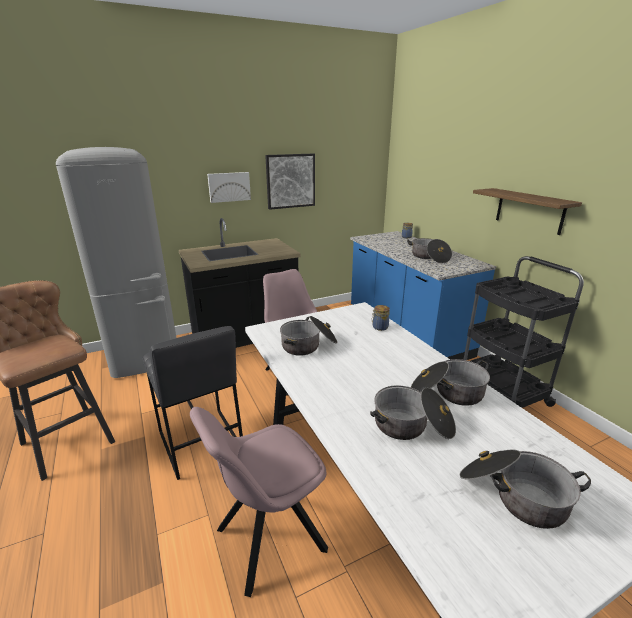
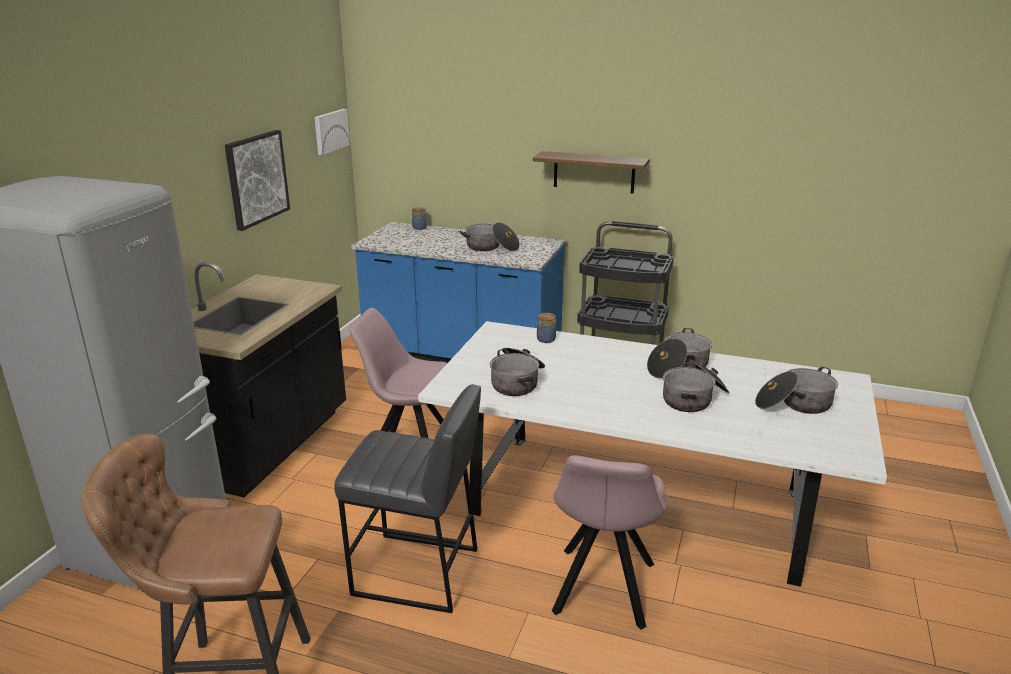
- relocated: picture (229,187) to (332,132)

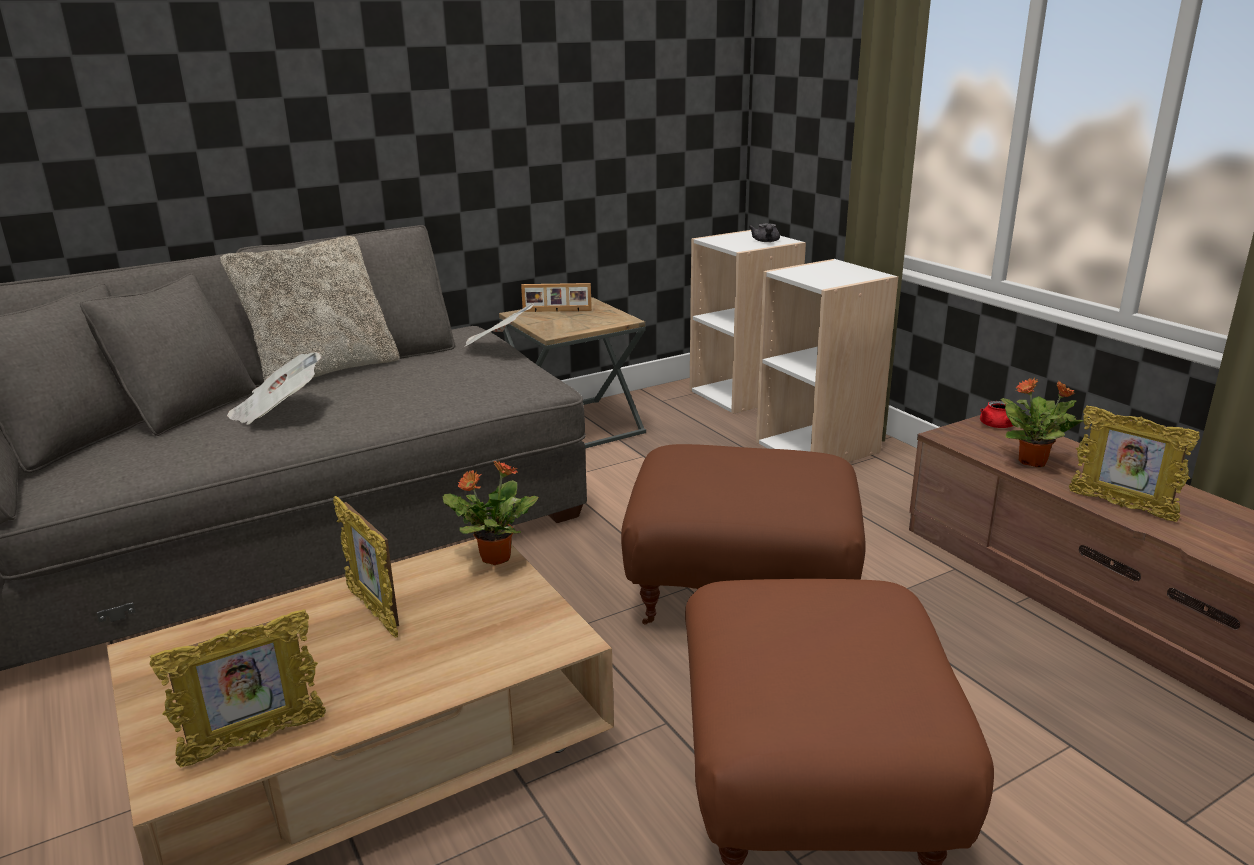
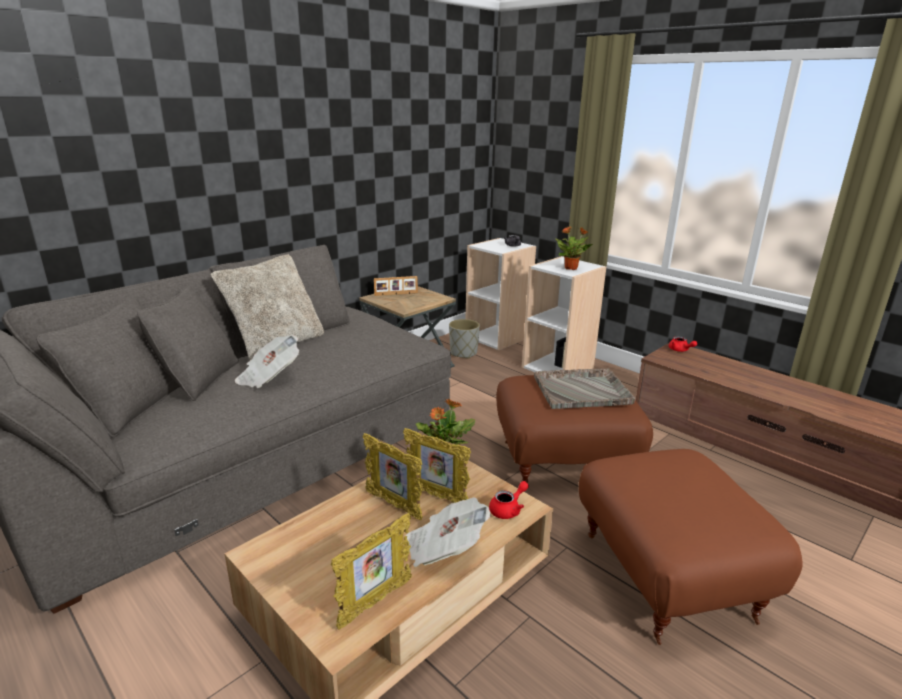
- relocated: newspaper (498,325) to (448,532)
- relocated: potted plant (1042,422) to (574,248)
- relocated: picture frame (1134,463) to (437,465)
- appeared: grey planter (464,338)
- appeared: red teapot (509,500)
- appeared: grey tray (584,388)

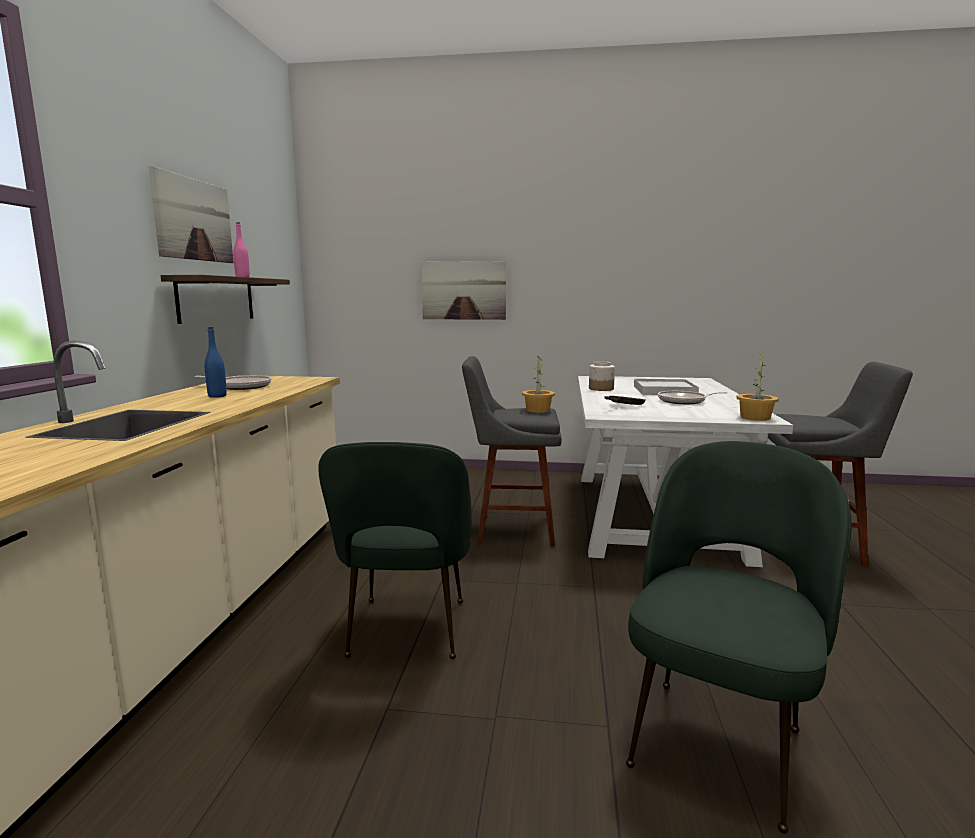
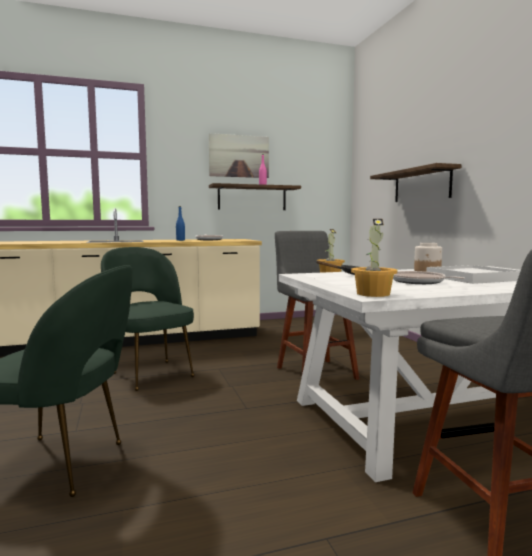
- spun: green chair (395,550) = (147,319) 75 degrees clockwise
- exchanged: picture (463,290) to shelf (416,182)

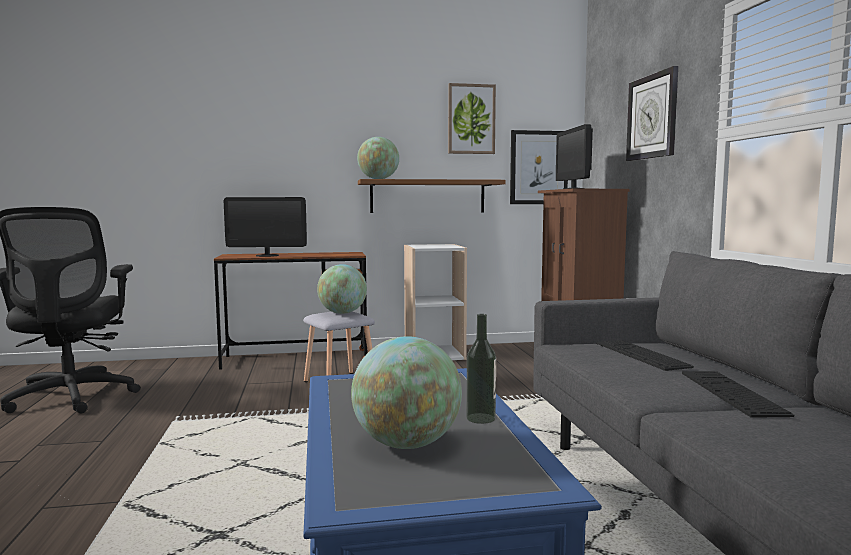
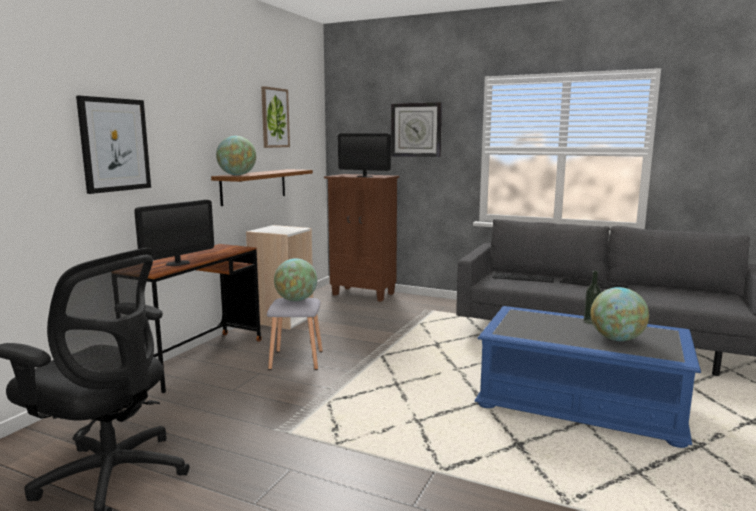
- relocated: picture (539,167) to (113,145)

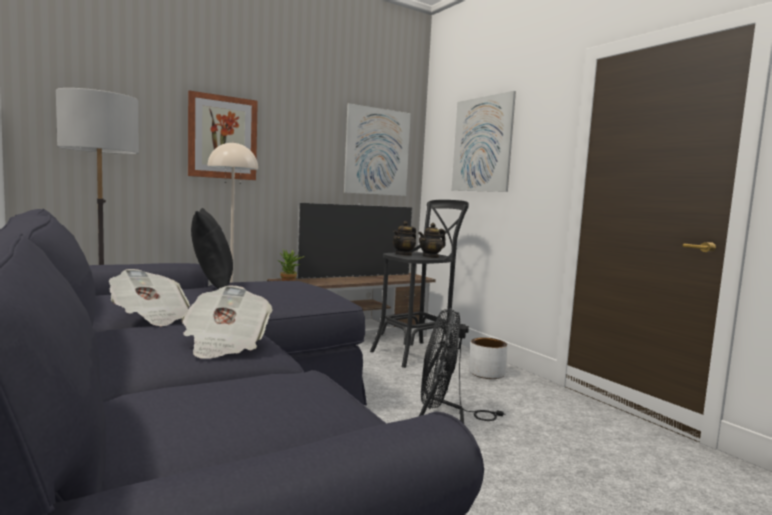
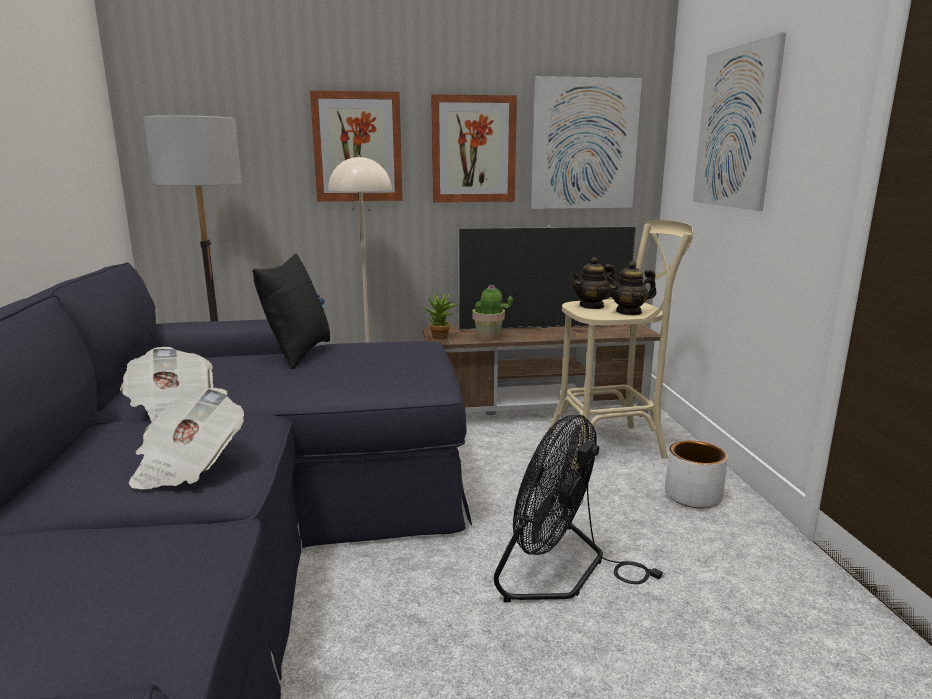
- colour: black stool (419,284) to beige stool (620,344)
- appeared: picture (474,148)
- appeared: potted plant (493,312)

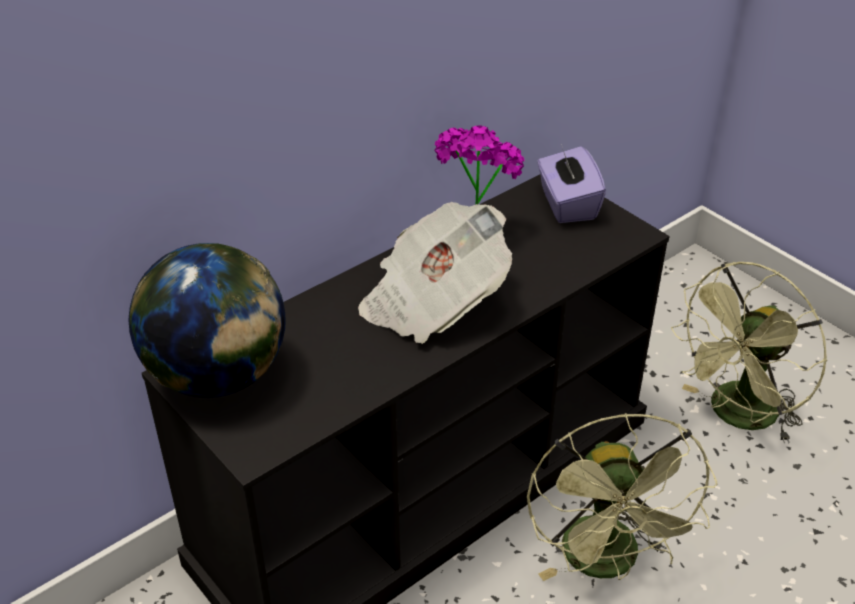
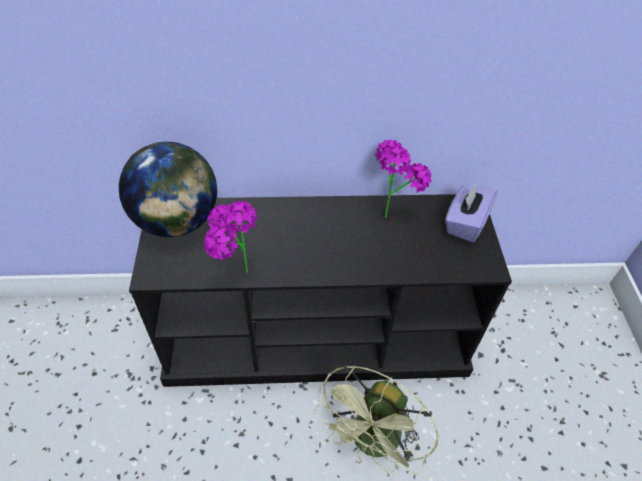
- missing: newspaper (435,273)
- missing: green fan (749,352)
- appeared: potted plant (230,237)

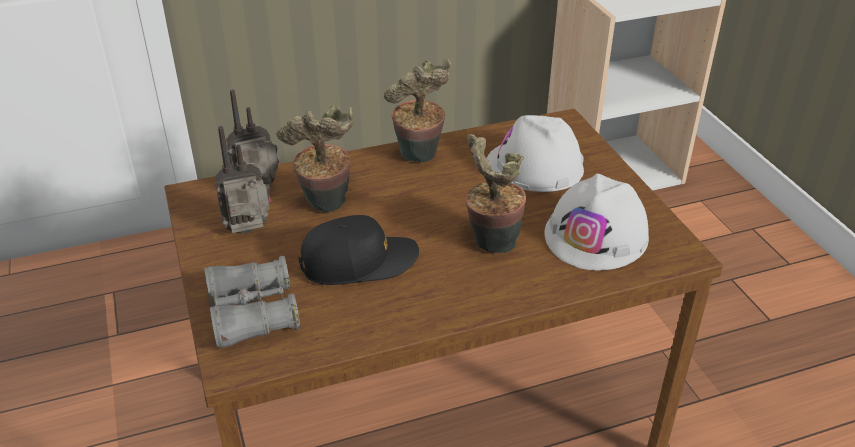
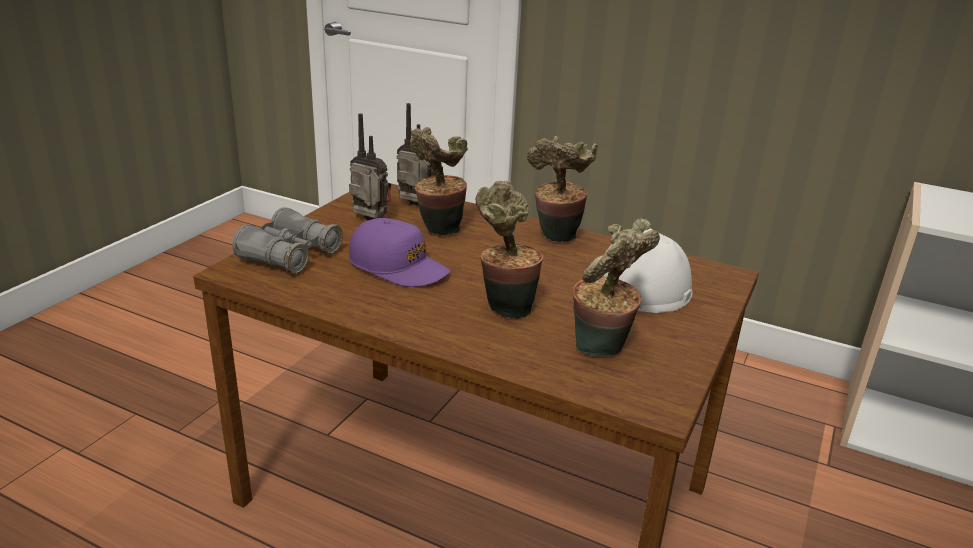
- colour: black cap (358,250) to purple cap (399,252)
- exchanged: white hard hat (597,222) to potted plant (616,287)

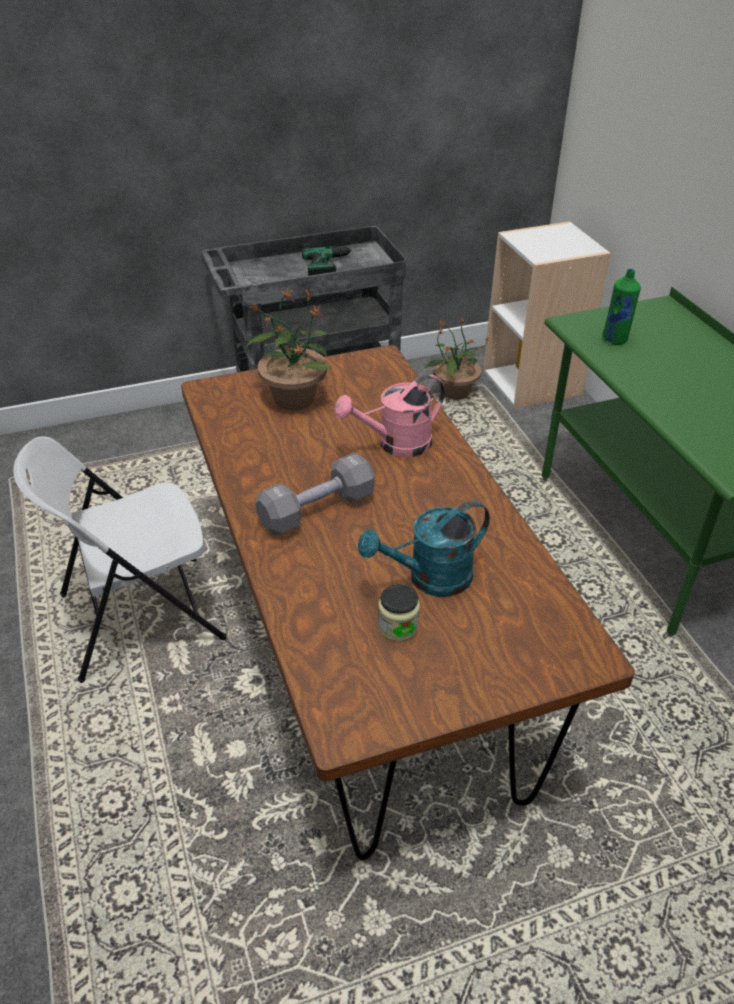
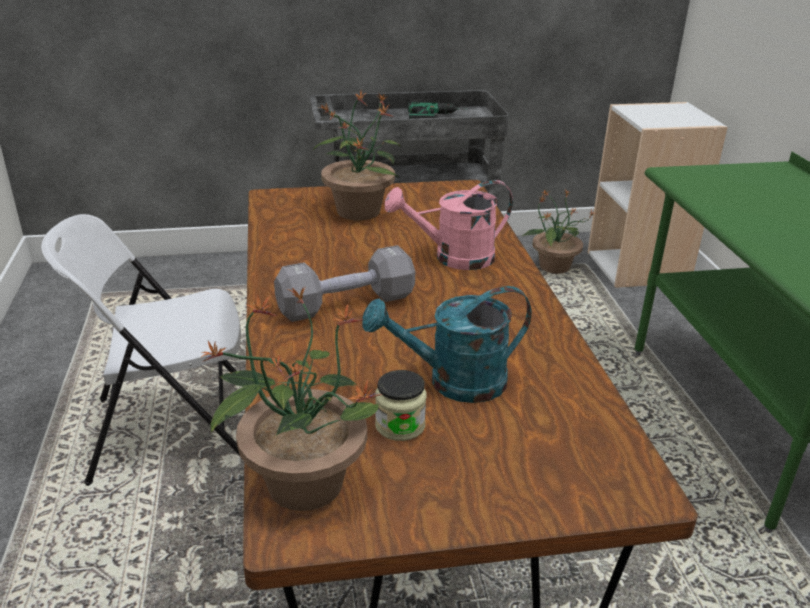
- missing: green bottle (621,307)
- appeared: potted plant (292,399)

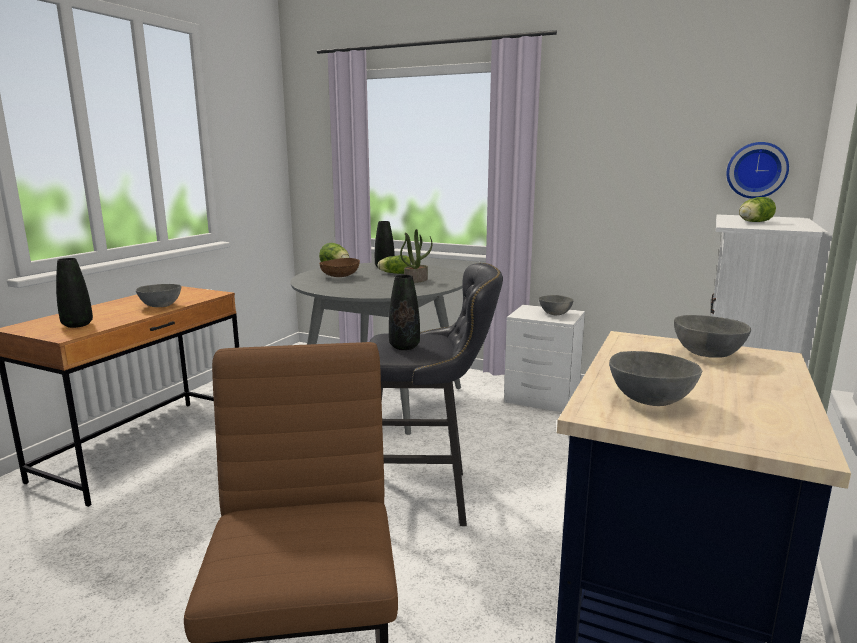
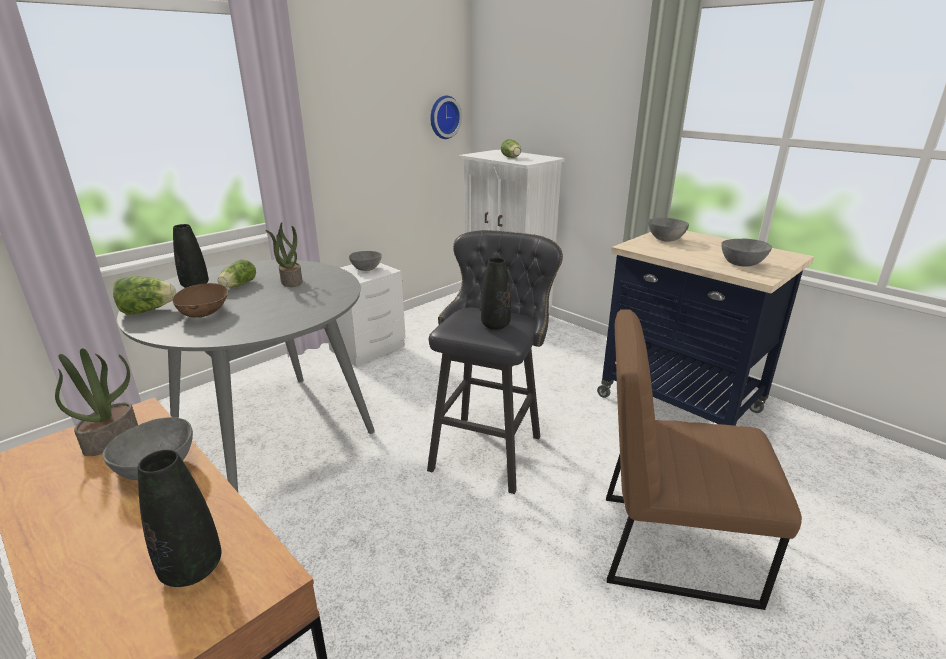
- appeared: potted plant (96,402)

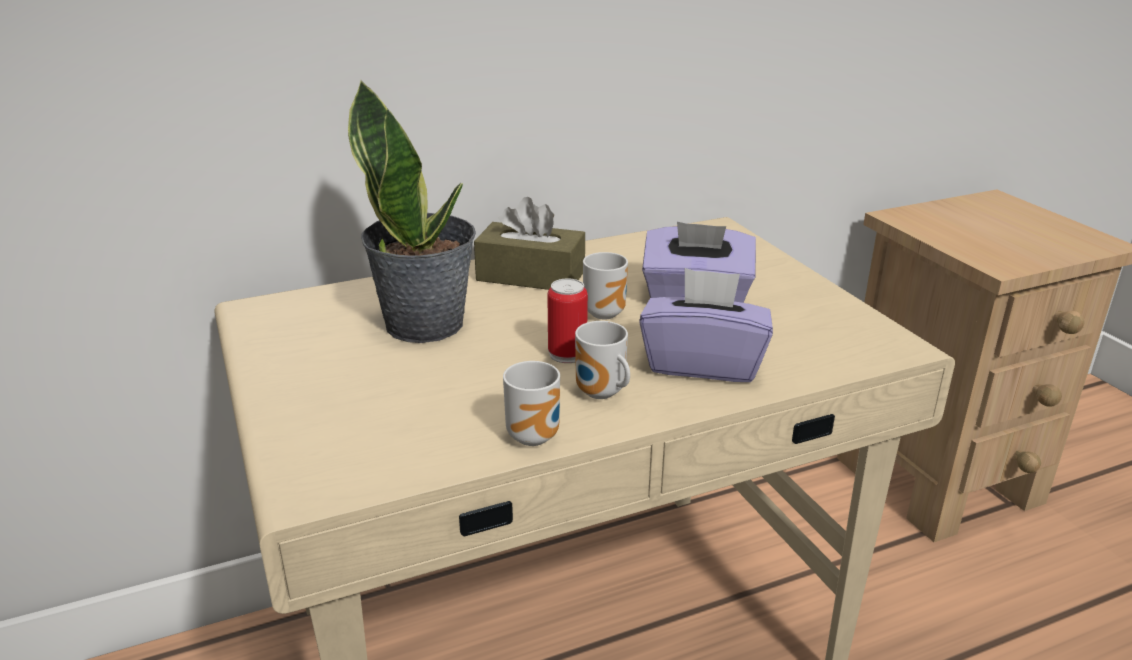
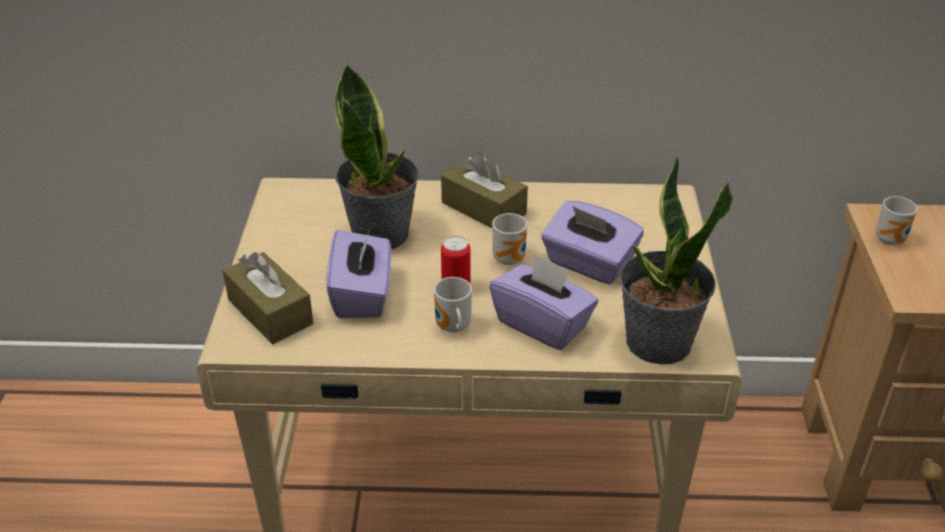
- relocated: mug (531,403) to (897,220)
- appeared: brown tissue box (268,298)
- appeared: purple tissue box (359,273)
- appeared: potted plant (676,260)

